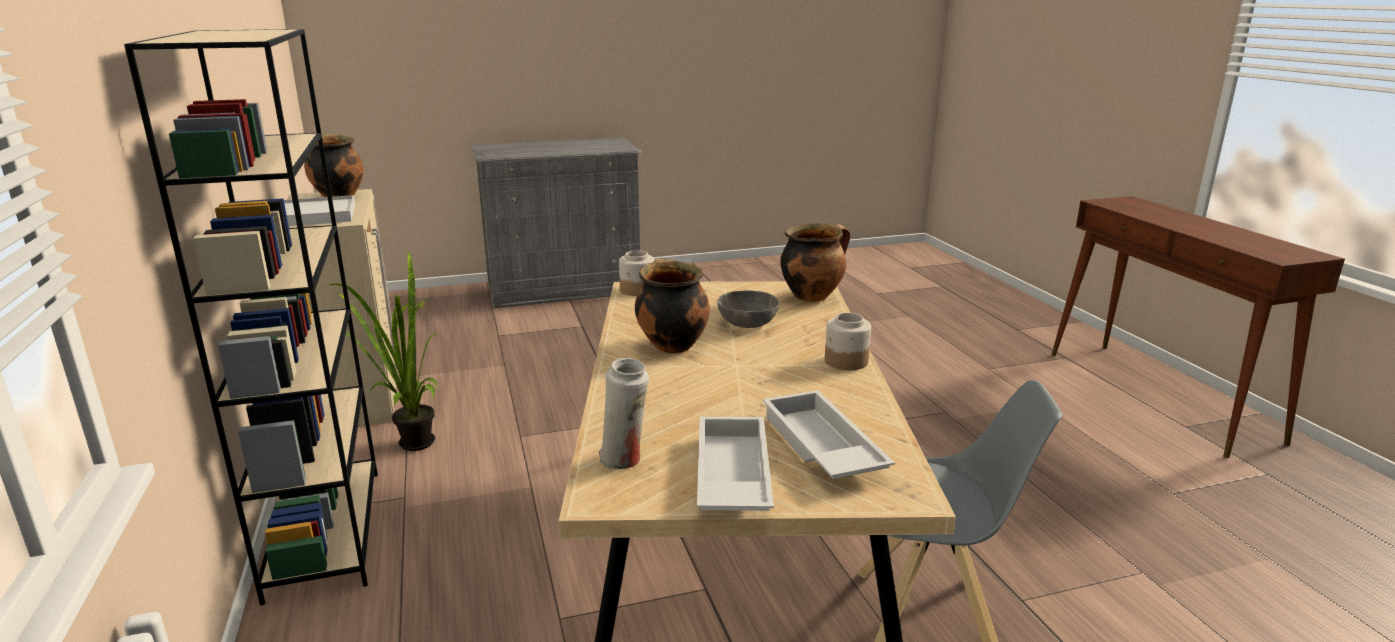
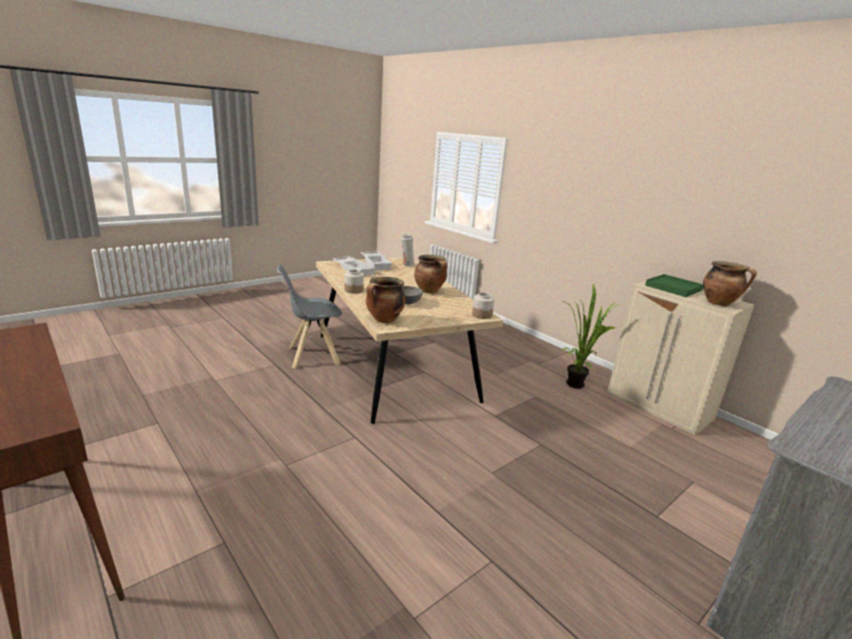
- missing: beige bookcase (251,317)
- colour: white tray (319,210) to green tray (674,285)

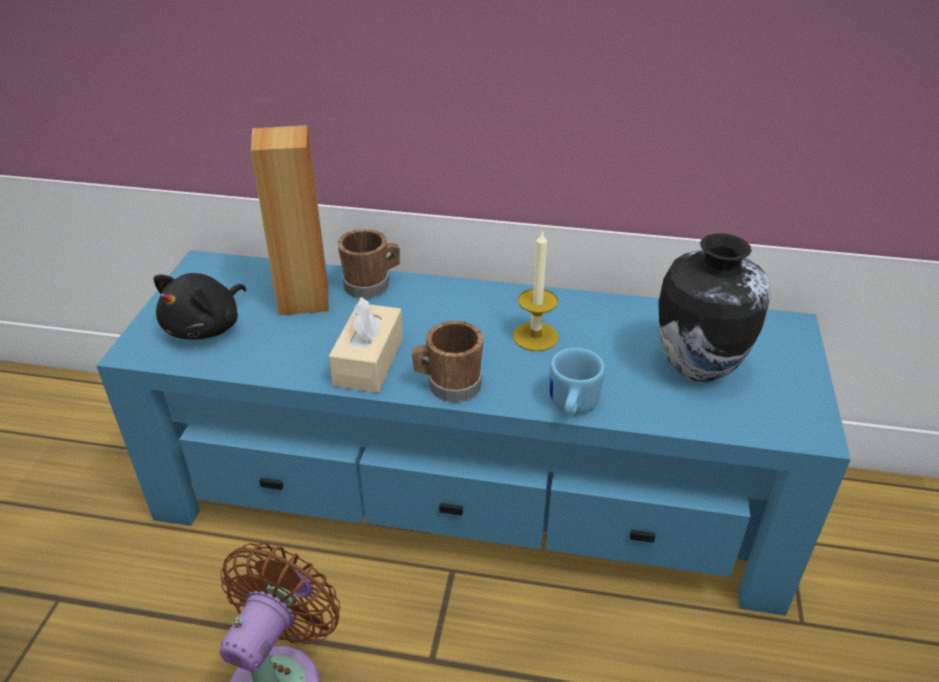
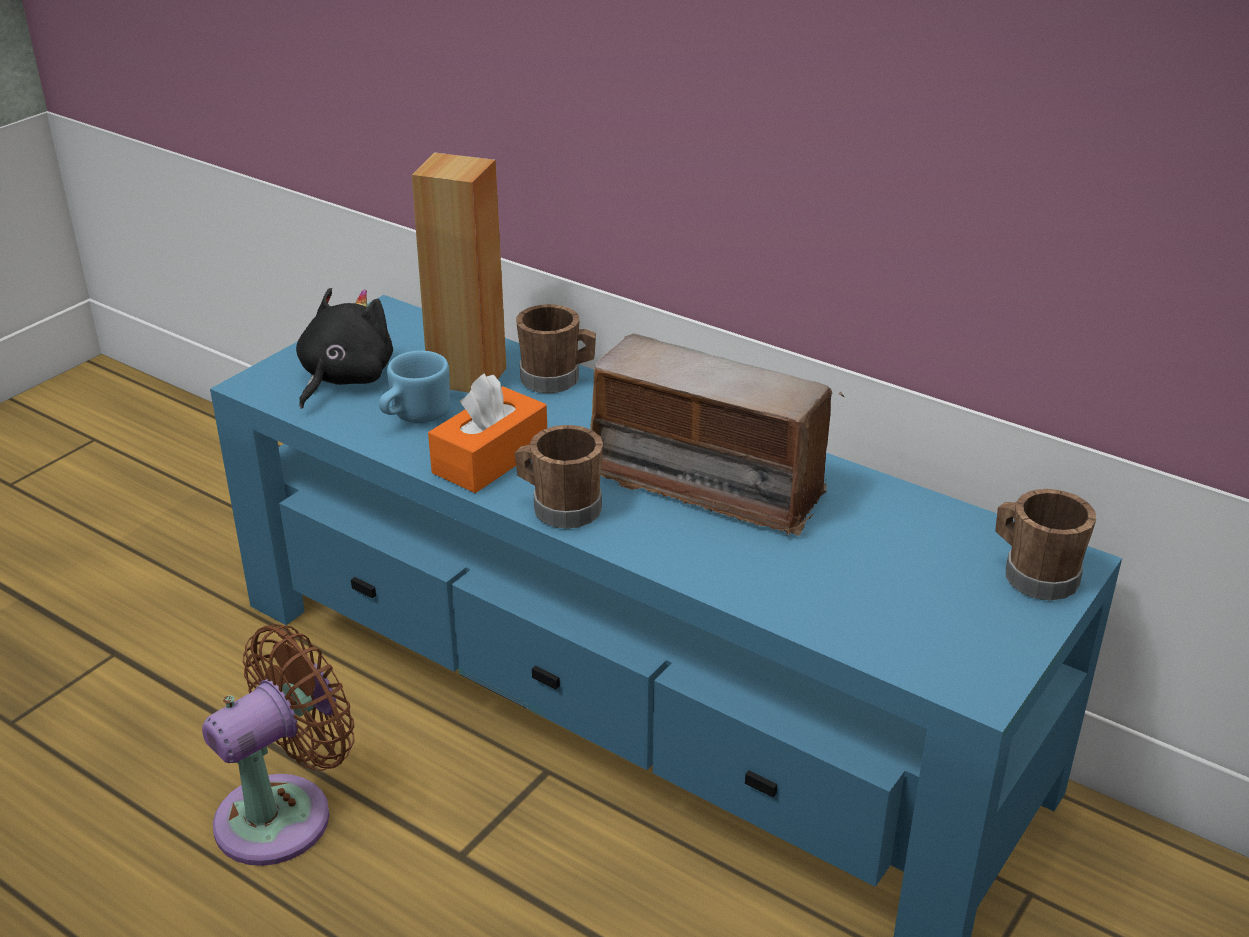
- spun: black plush toy (199,306) = (344,348) 150 degrees clockwise
- colour: beige tissue box (366,345) to orange tissue box (487,433)
- exchanged: candle (536,290) to radio (717,434)
- relocated: blue mug (577,381) to (414,387)
- missing: vase (714,308)
- appeared: brown mug (1045,544)

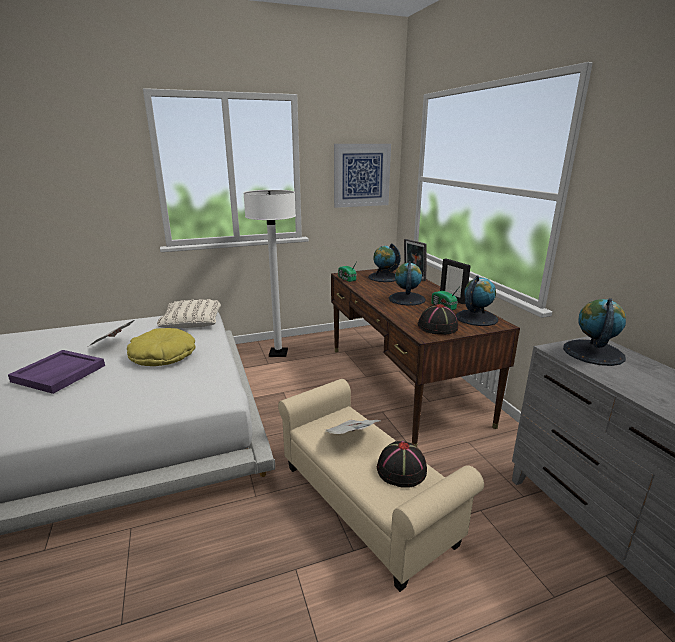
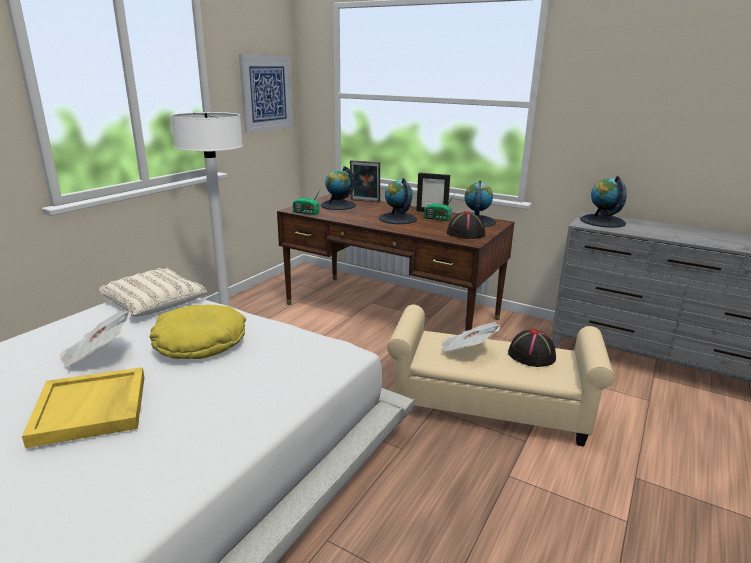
- colour: purple tray (56,372) to yellow tray (83,407)

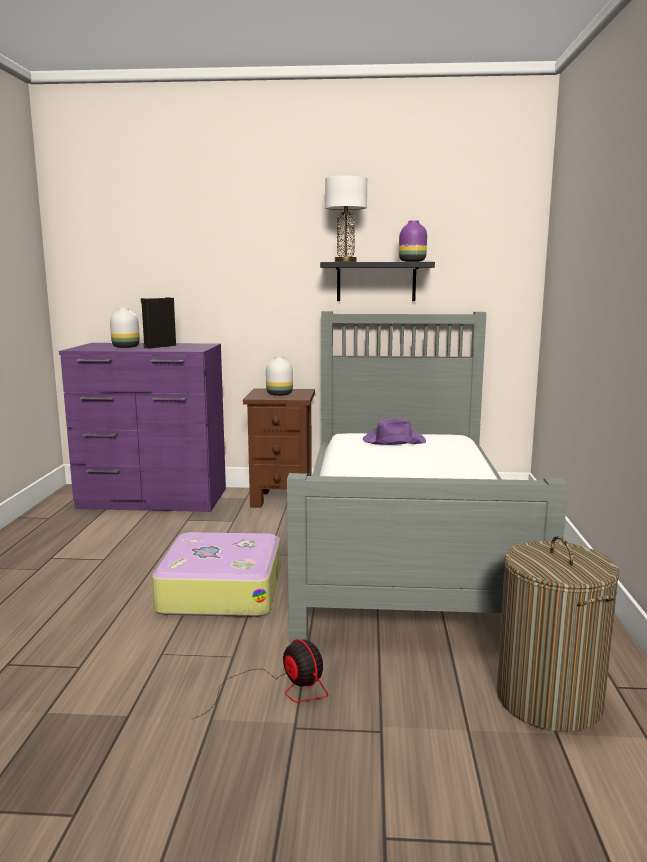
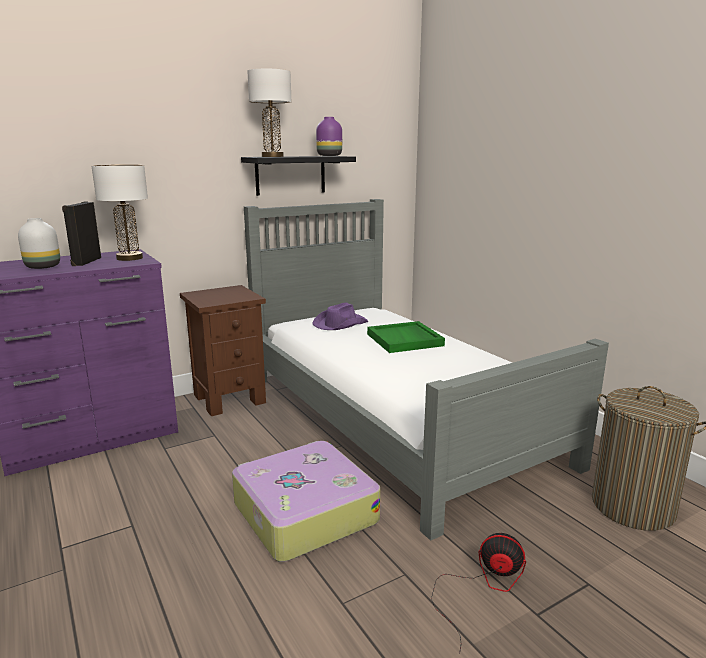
- missing: white vase (279,376)
- appeared: table lamp (120,213)
- appeared: green tray (406,337)

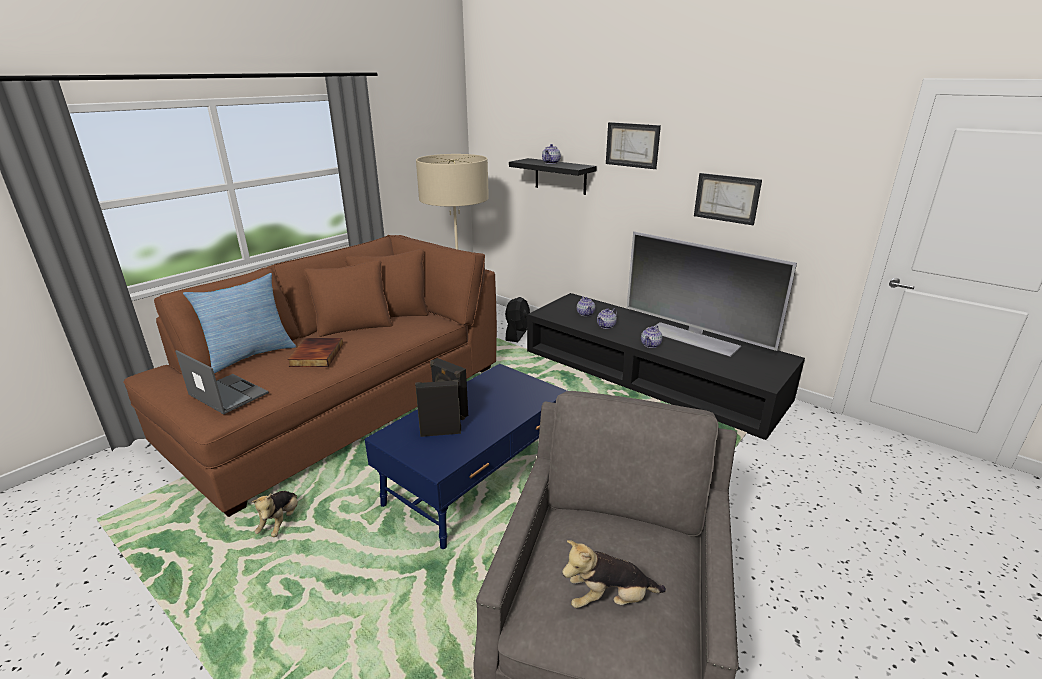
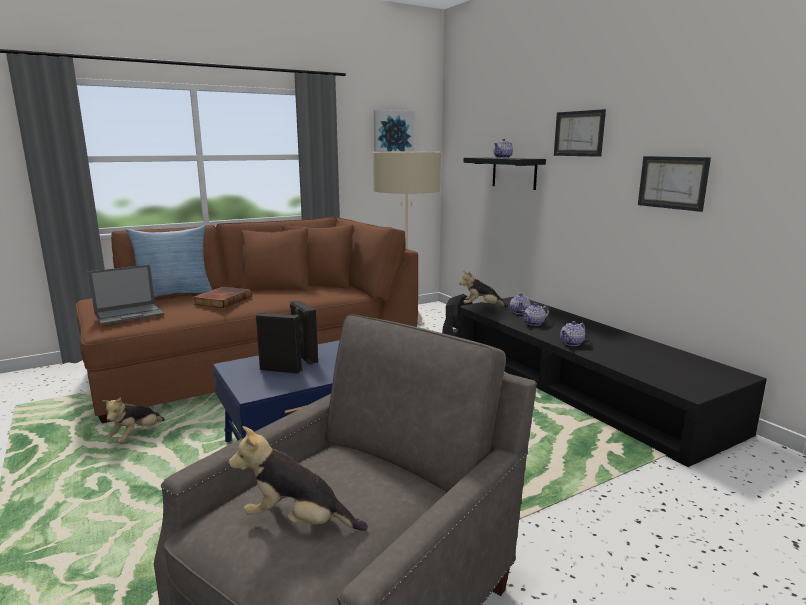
- spun: laptop (222,382) = (126,294) 90 degrees clockwise
- missing: television (712,294)
- appeared: picture (394,131)
- appeared: plush toy (484,288)

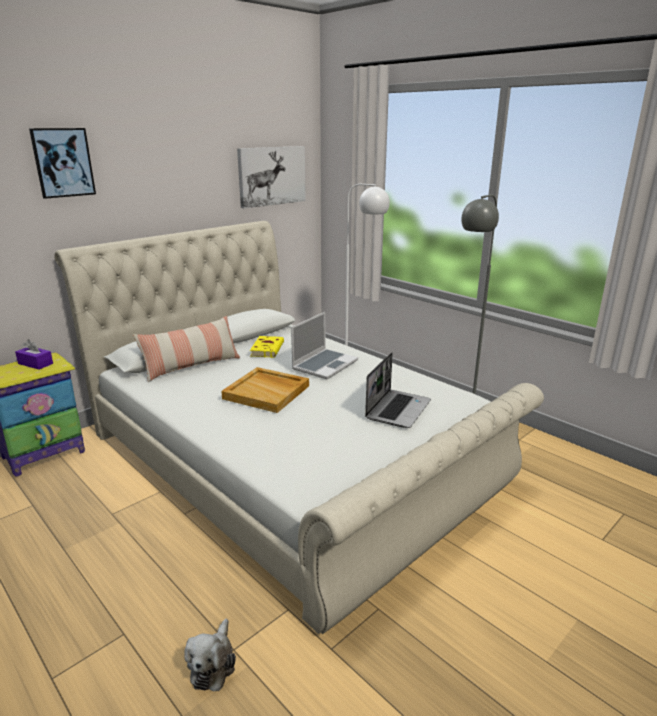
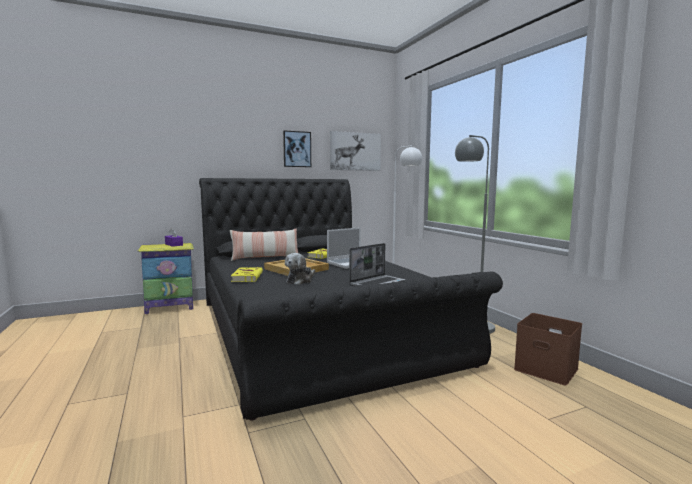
- relocated: picture (62,163) to (297,148)
- colour: beige bed (299,427) to black bed (351,299)
- relocated: plush toy (210,655) to (300,269)
- appeared: yellow book (247,274)
- appeared: brown storage box (548,349)

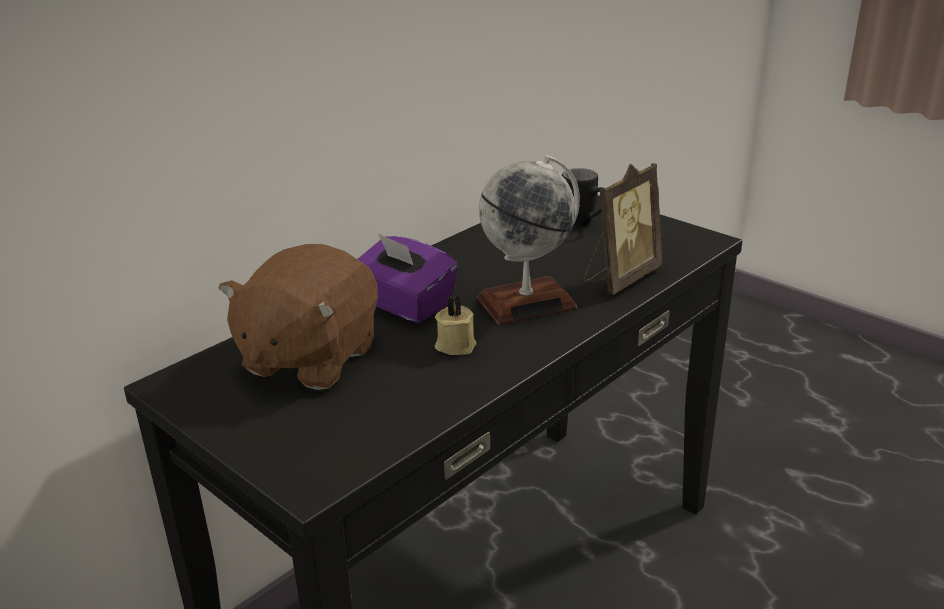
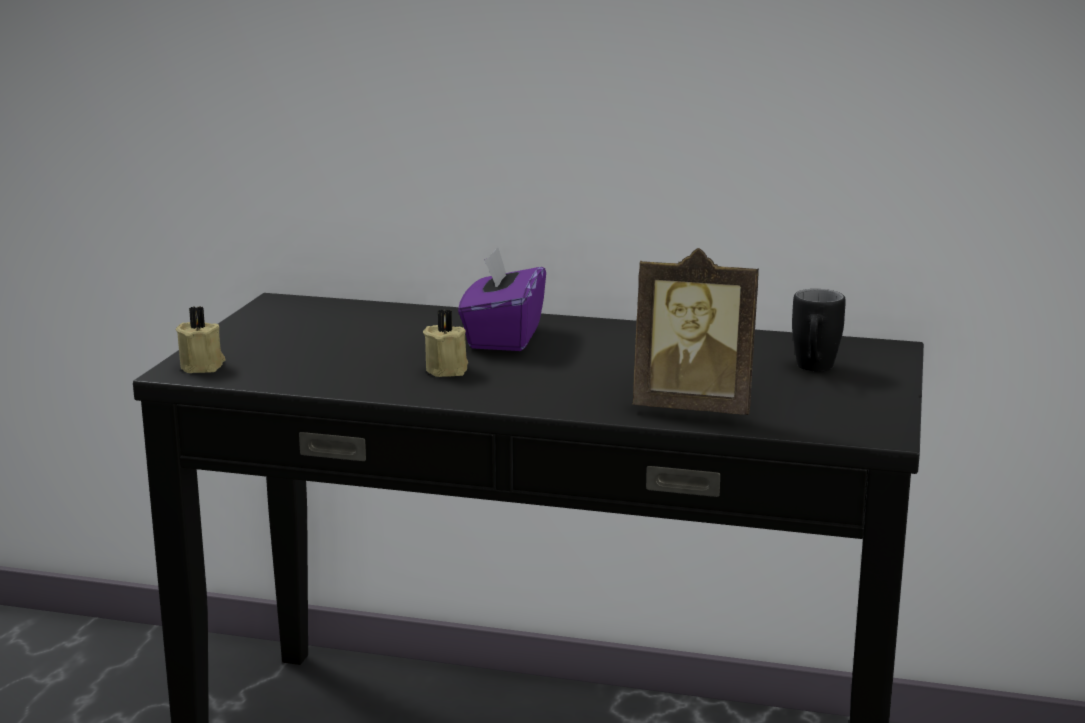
- missing: brown plush toy (298,317)
- missing: globe (528,240)
- appeared: beige candle (200,339)

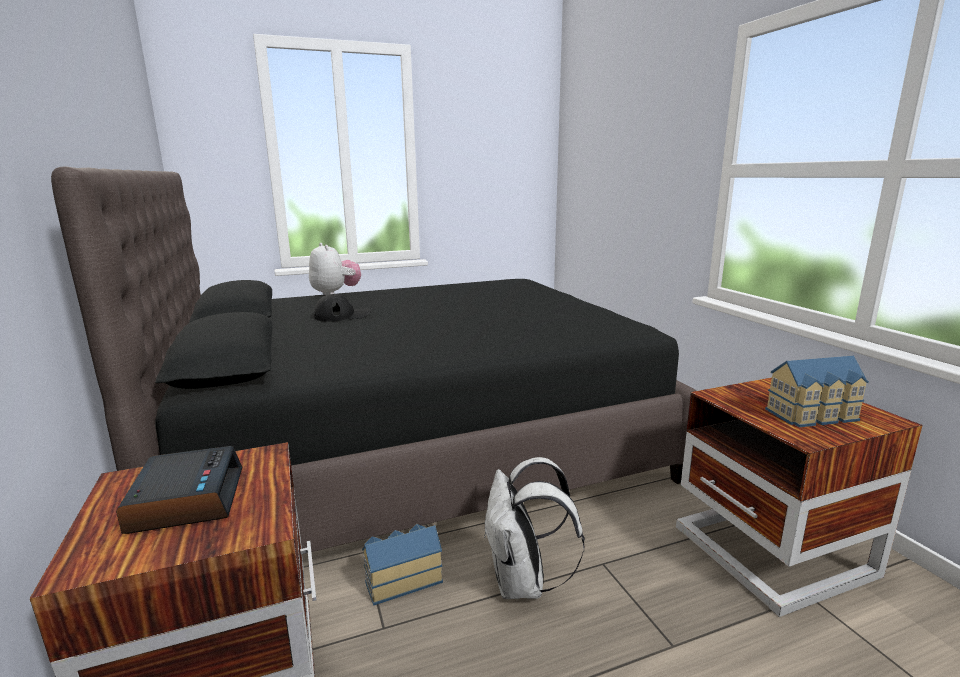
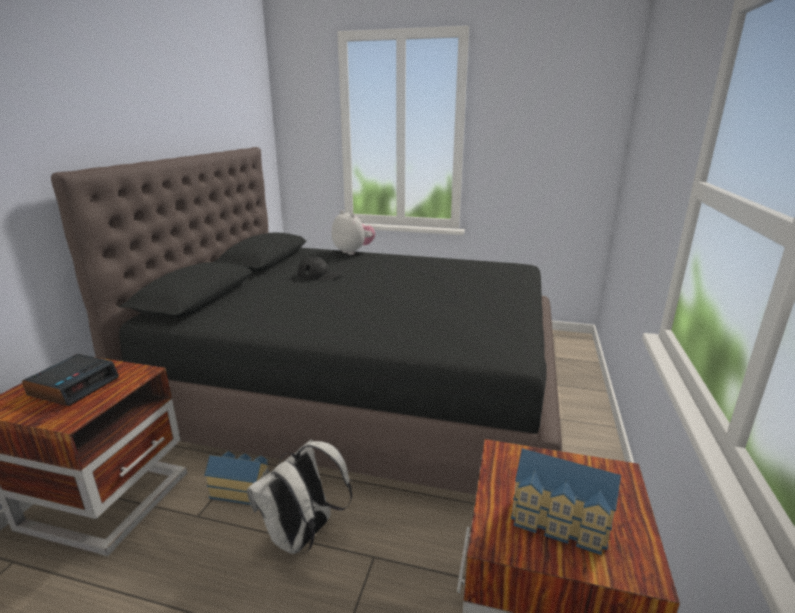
- spun: plush toy (335,269) = (353,232) 45 degrees counterclockwise

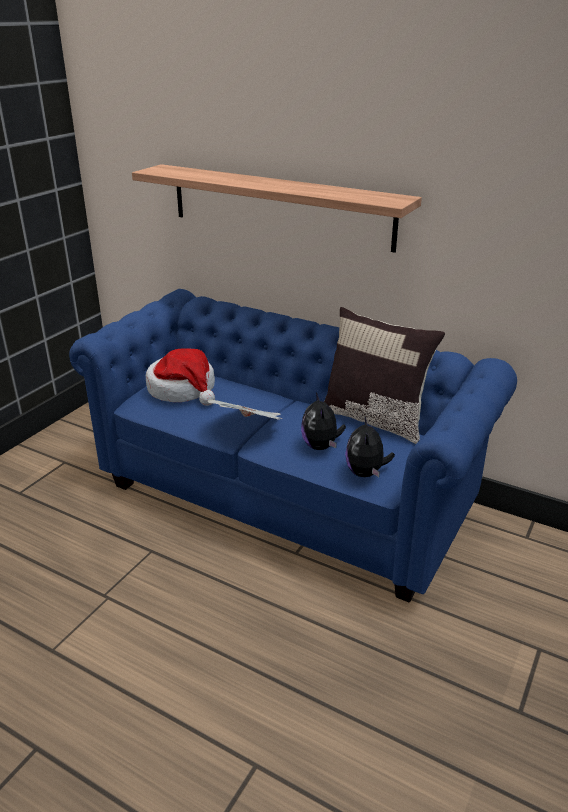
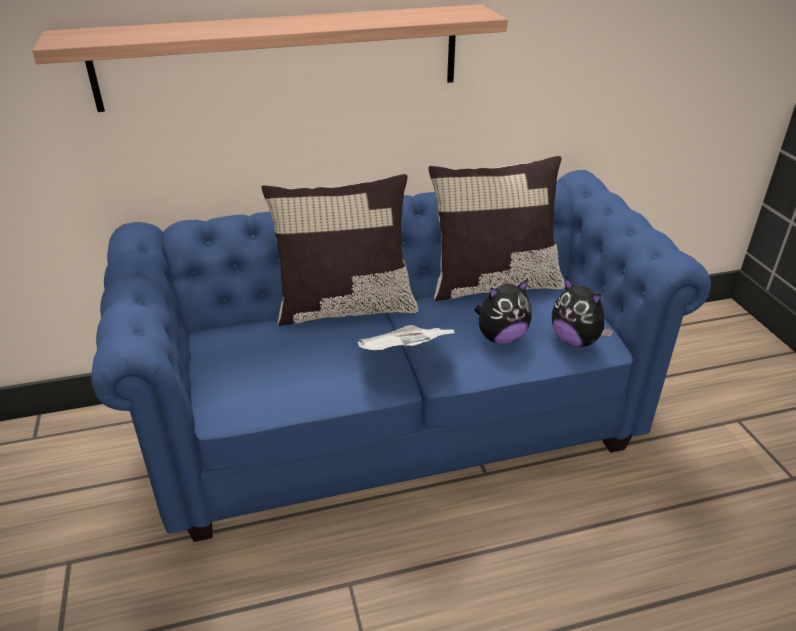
- missing: hat (180,377)
- spun: plush toy (323,421) = (503,311) 60 degrees counterclockwise
- appeared: pillow (340,250)

